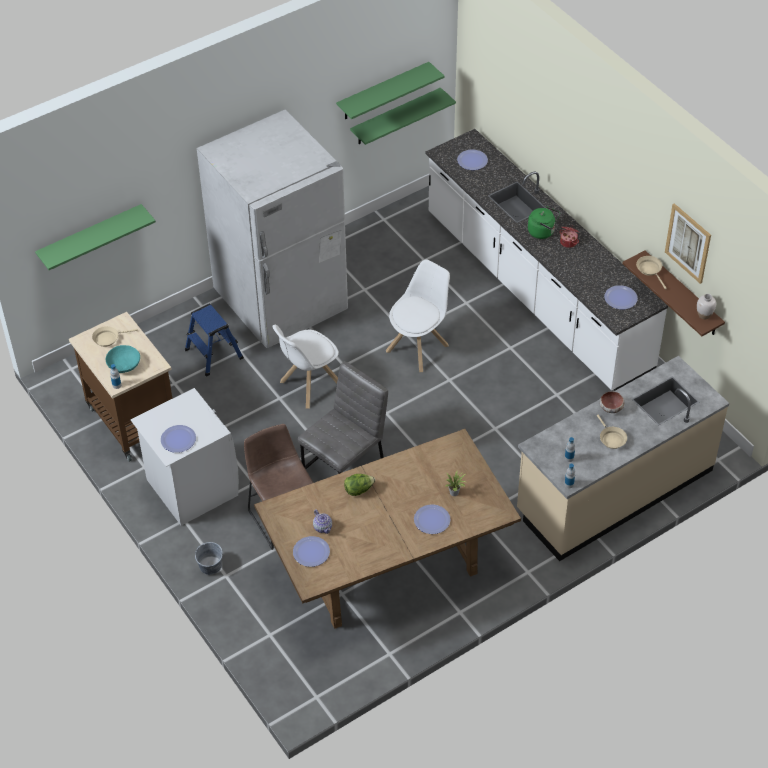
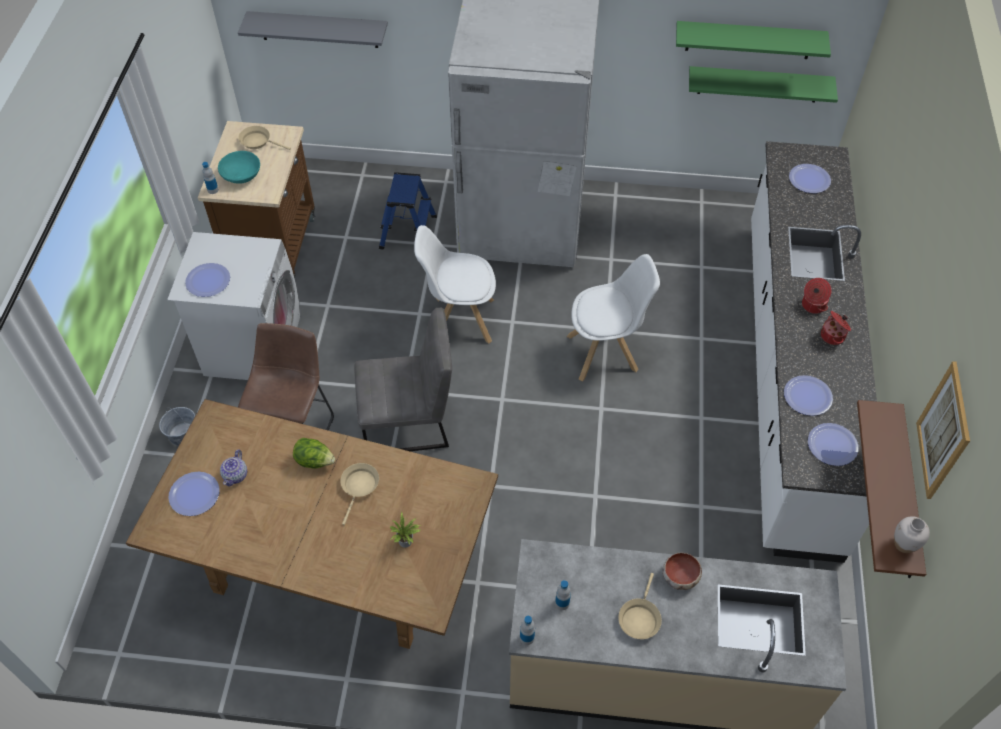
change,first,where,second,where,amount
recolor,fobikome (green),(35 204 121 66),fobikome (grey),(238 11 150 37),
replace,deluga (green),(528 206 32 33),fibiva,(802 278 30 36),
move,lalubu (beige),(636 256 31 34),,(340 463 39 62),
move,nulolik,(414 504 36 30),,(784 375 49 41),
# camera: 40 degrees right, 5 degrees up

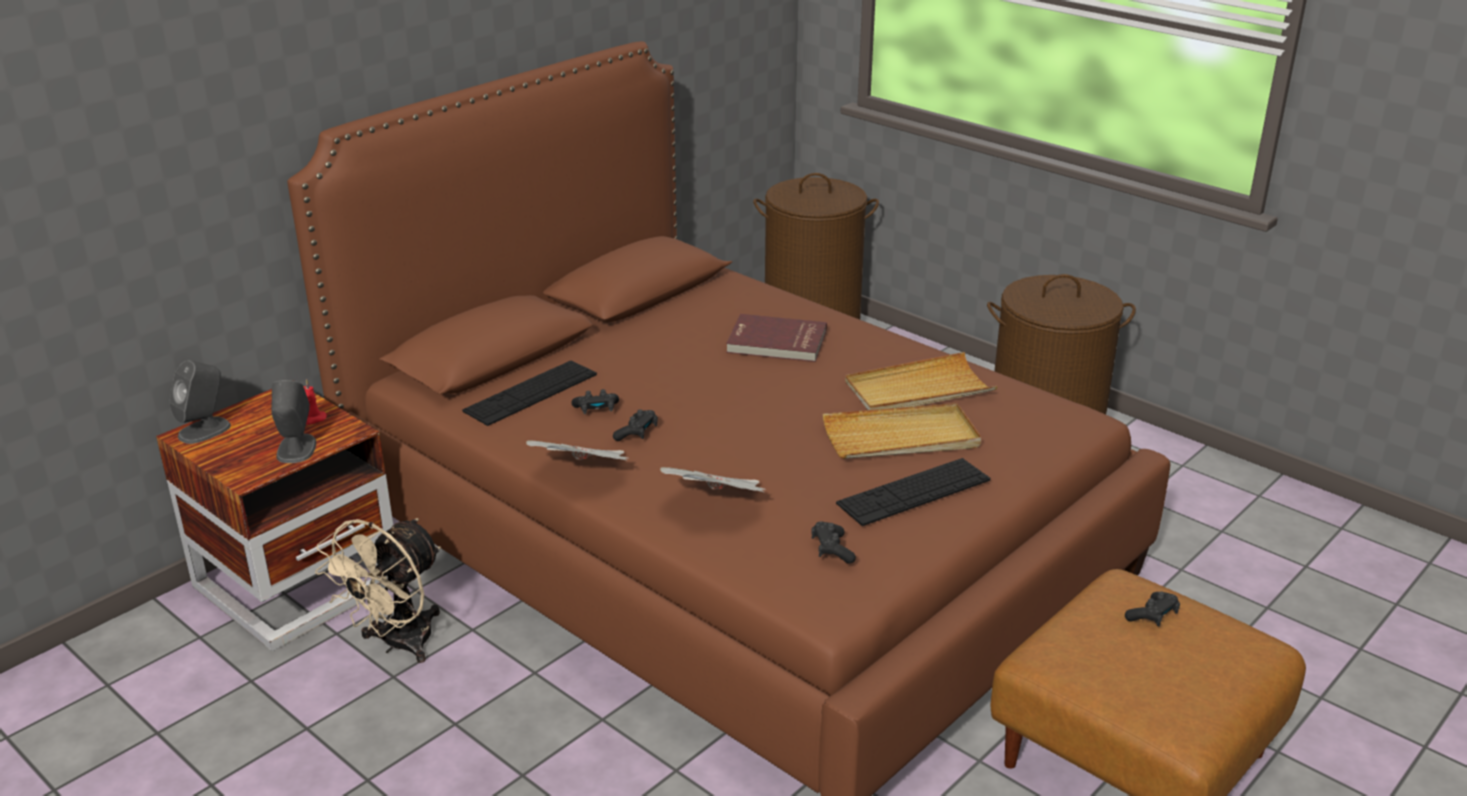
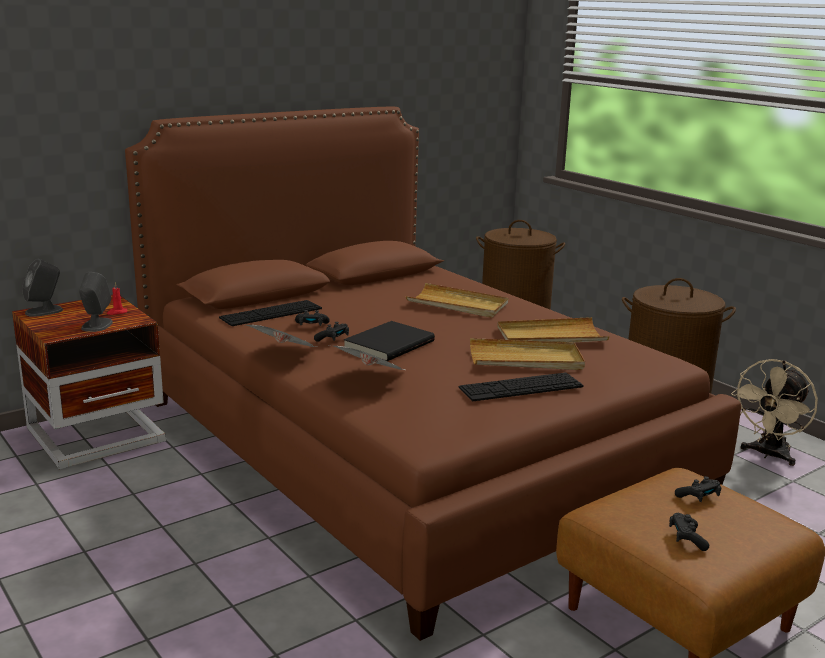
change,first,where,second,where,amount
replace,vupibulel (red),(726 314 101 48),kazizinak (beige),(406 283 102 35),
move,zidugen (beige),(315 518 126 145),,(731 359 87 107),
move,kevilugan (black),(811 521 45 43),,(669 513 40 38),
insert,,,vupibulel (black),(344 321 91 40),
# camera: 10 degrees right, 10 degrees down

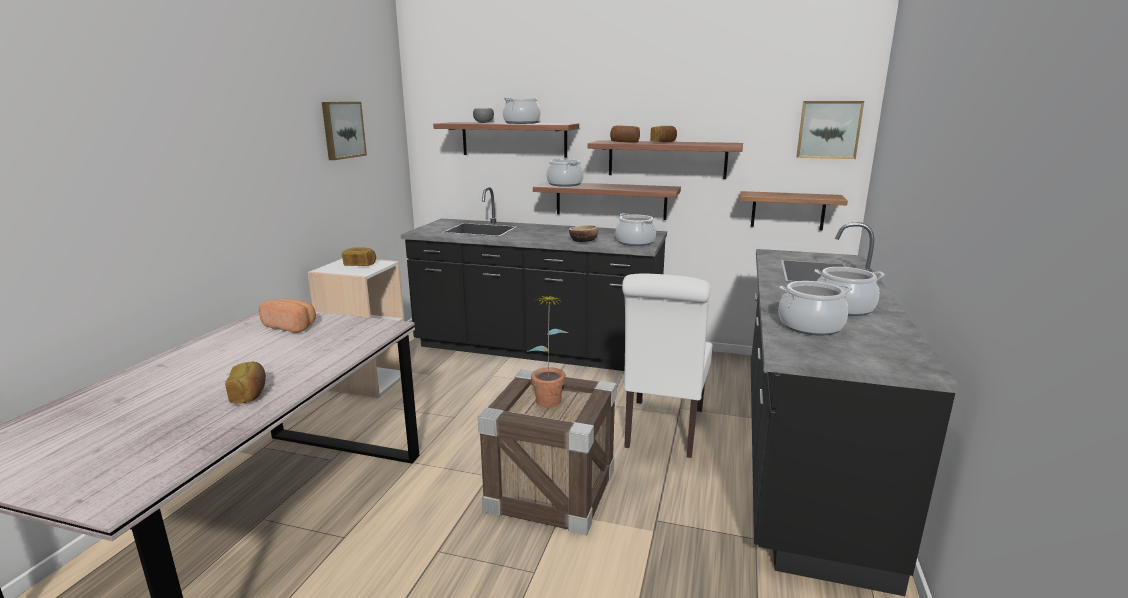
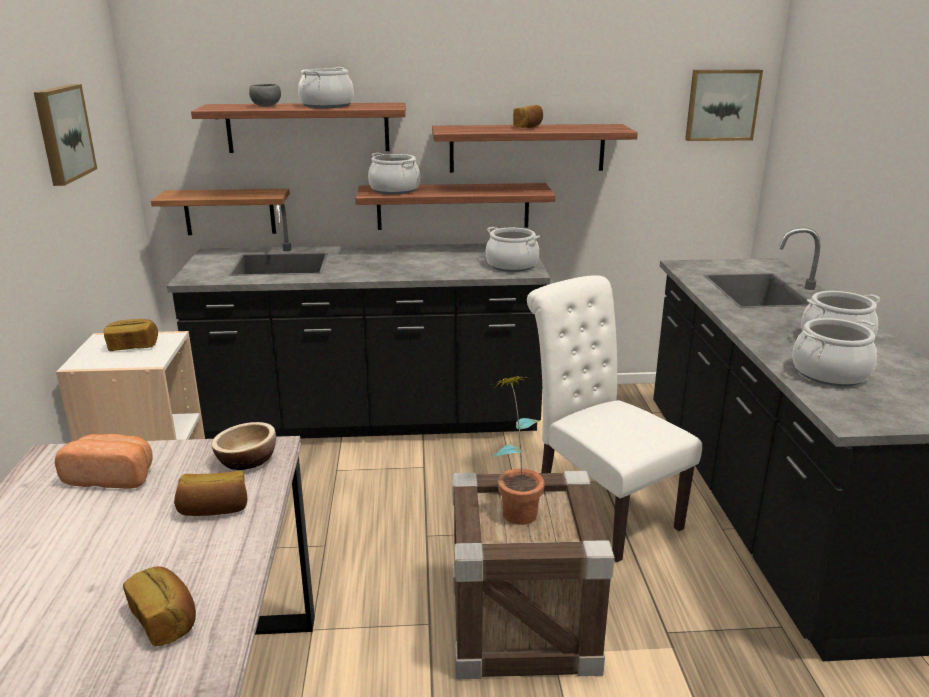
change,first,where,second,where,amount
move,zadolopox,(610 125 30 18),,(174 471 73 45),
move,fobikome,(740 191 108 39),,(151 189 139 46),
move,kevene,(569 225 30 17),,(212 422 64 48),
rotate,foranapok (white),(622 274 90 184),,(527 275 175 287),150 degrees clockwise
# camera: 20 degrees left, 5 degrees up

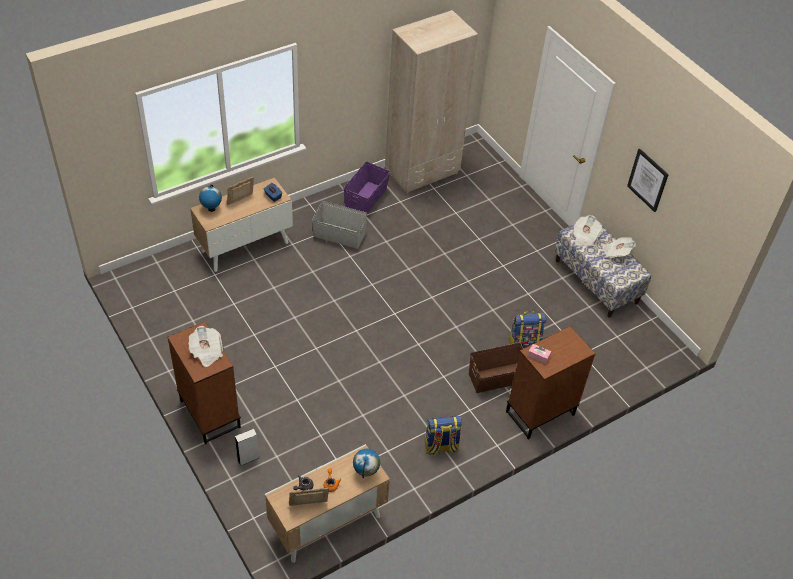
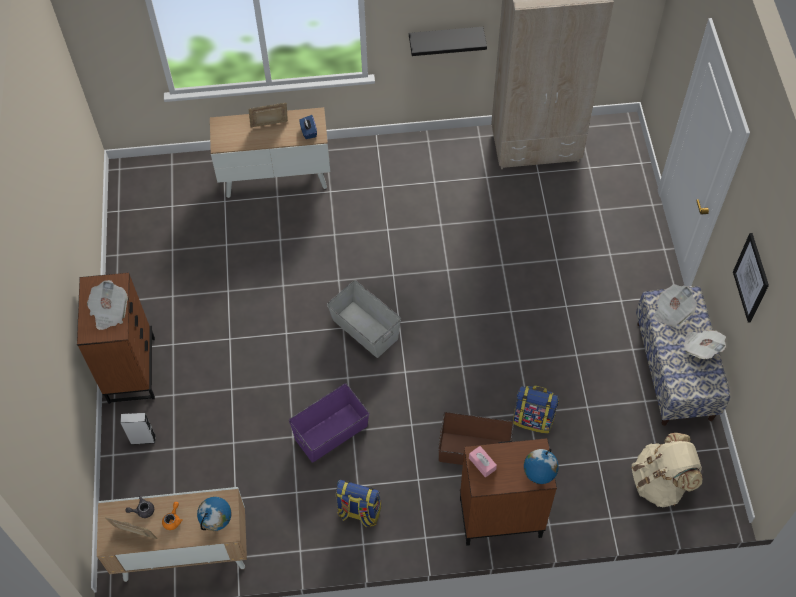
change,first,where,second,where,amount
move,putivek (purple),(343 161 48 52),,(289 383 80 80),
move,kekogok,(199 185 23 27),,(524 449 35 35),
move,putivek (grey),(312 201 55 48),,(327 280 74 78),
insert,,,fobikome (black),(409 27 78 29),
insert,,,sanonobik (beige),(632 433 70 74),
# camera: 30 degrees right, 10 degrees up

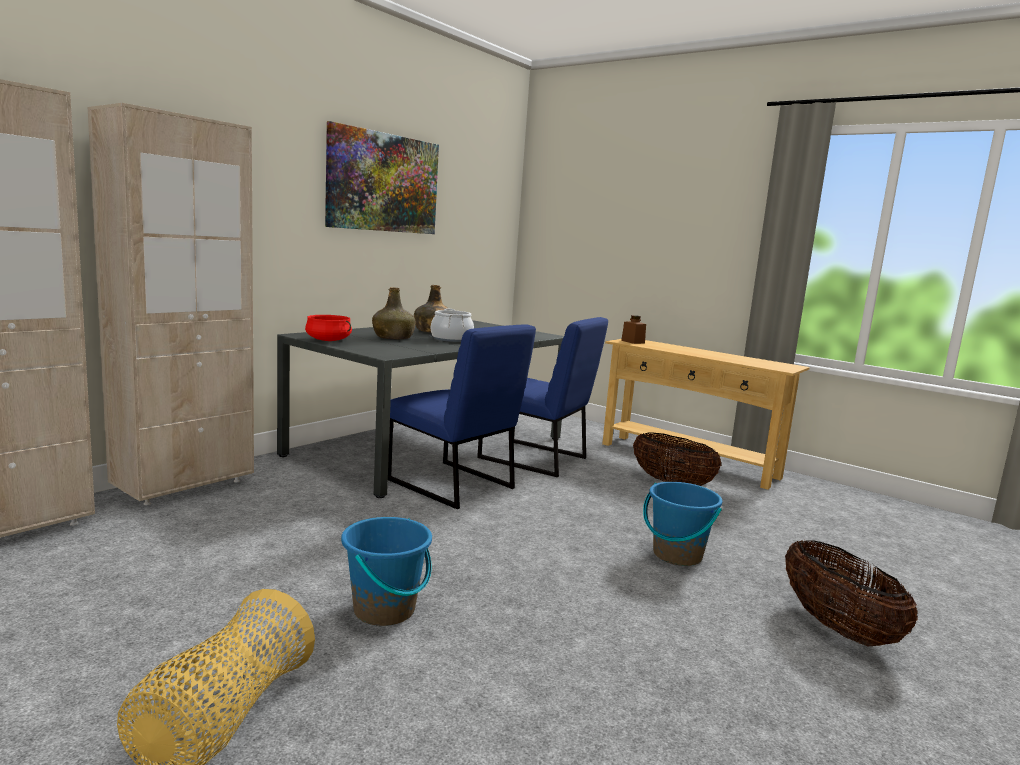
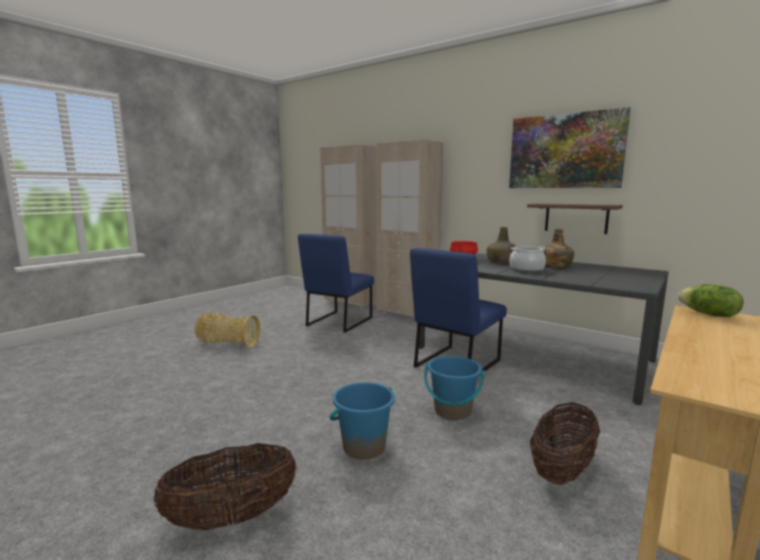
change,first,where,second,where,amount
replace,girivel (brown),(621 315 25 29),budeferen,(678 284 66 33),
move,foranapok (blue),(477 317 131 160),,(298 234 76 99),
move,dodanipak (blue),(341 517 91 109),,(424 356 61 64),
insert,,,fobikome,(527 203 96 31),
# camera: 90 degrees right, 0 degrees up

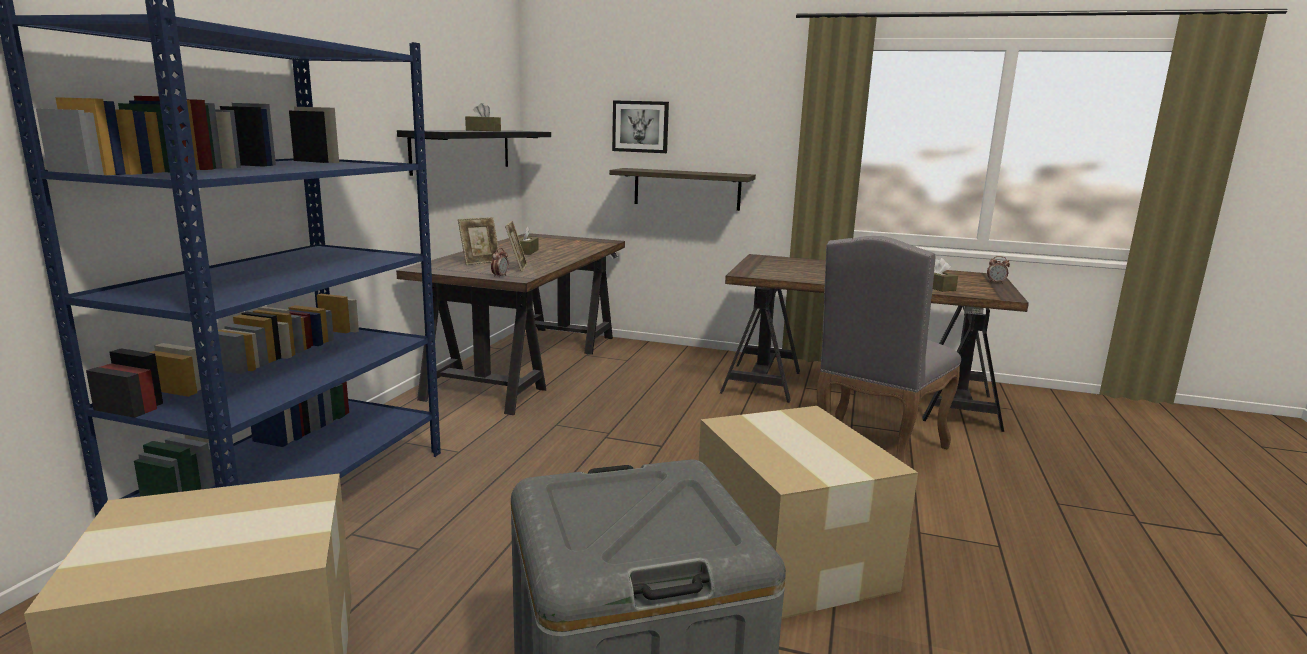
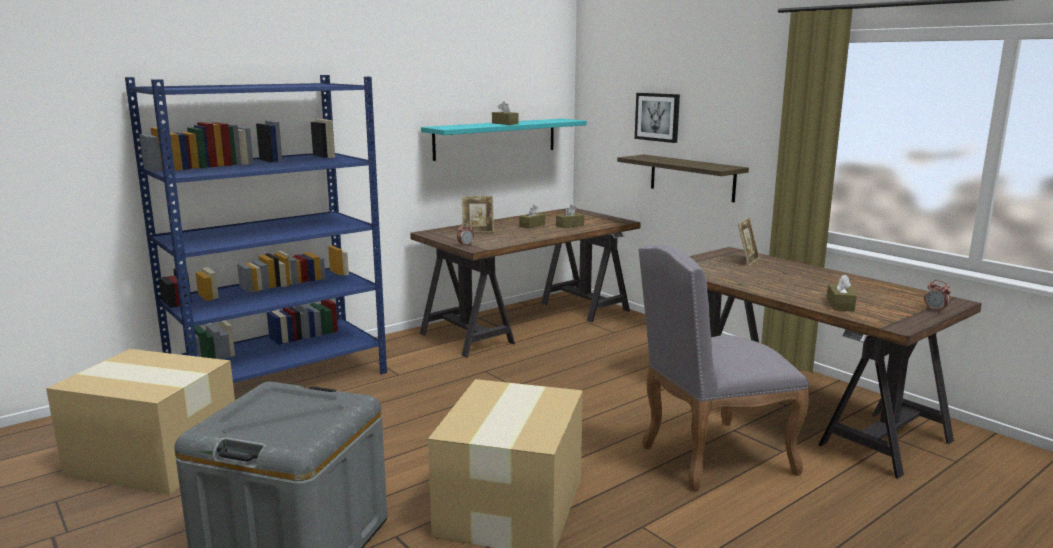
change,first,where,second,where,amount
recolor,fobikome (black),(397 130 154 46),fobikome (turquoise),(421 119 166 42),
move,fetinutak,(505 221 23 51),,(738 217 21 49),
insert,,,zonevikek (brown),(556 205 28 23),
# camera: 35 degrees right, 0 degrees up

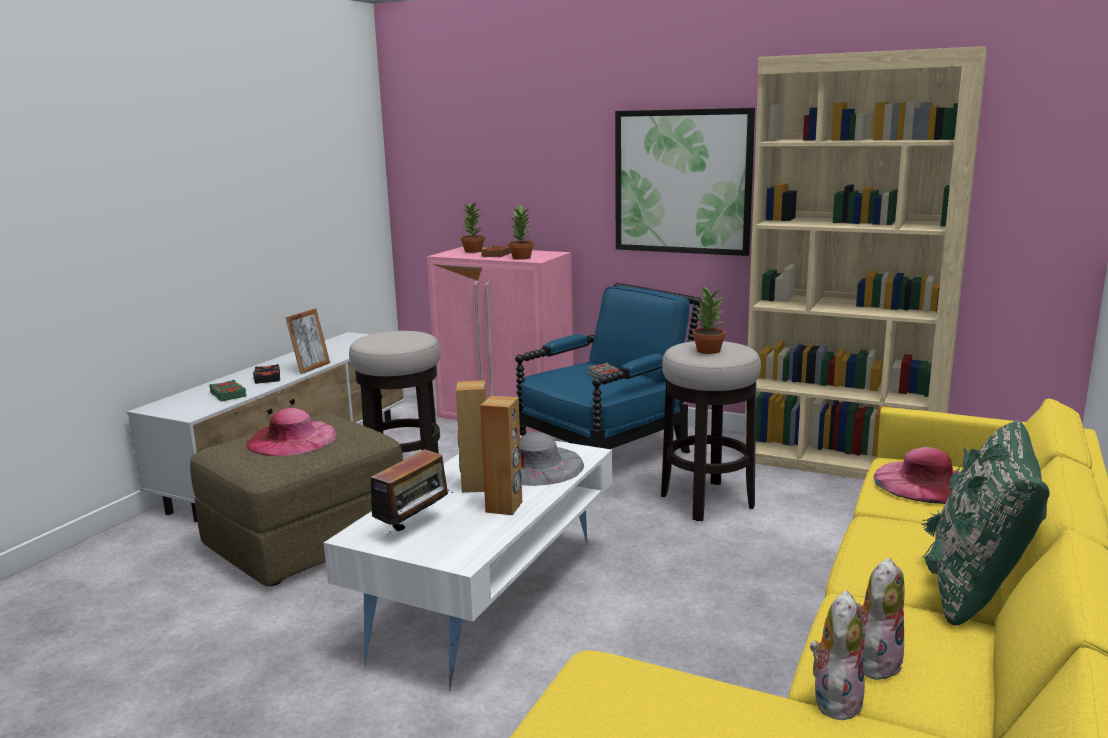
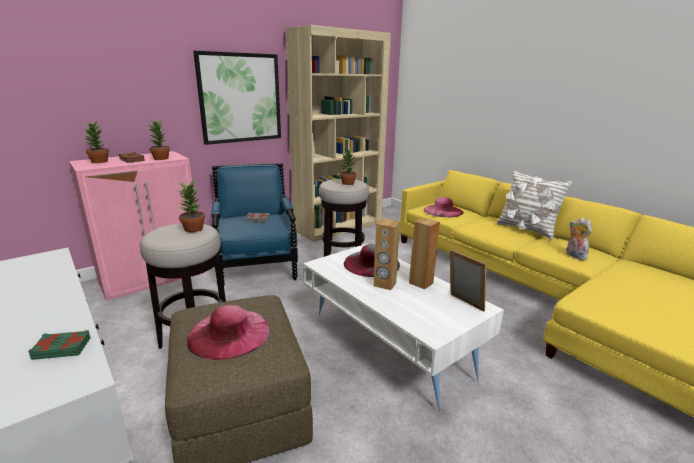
change,first,where,second,where,amount
move,fetinutak,(285 308 45 66),,(450 250 36 62),
delete,vupibulel (black),(253 364 27 20),,,
recolor,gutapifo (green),(921 421 129 205),gutapifo (white),(497 171 75 69),
delete,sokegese,(361 449 92 86),,,
delete,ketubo,(810 590 55 131),,,
insert,,,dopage,(178 180 27 52),
# camera: 65 degrees left, 5 degrees up

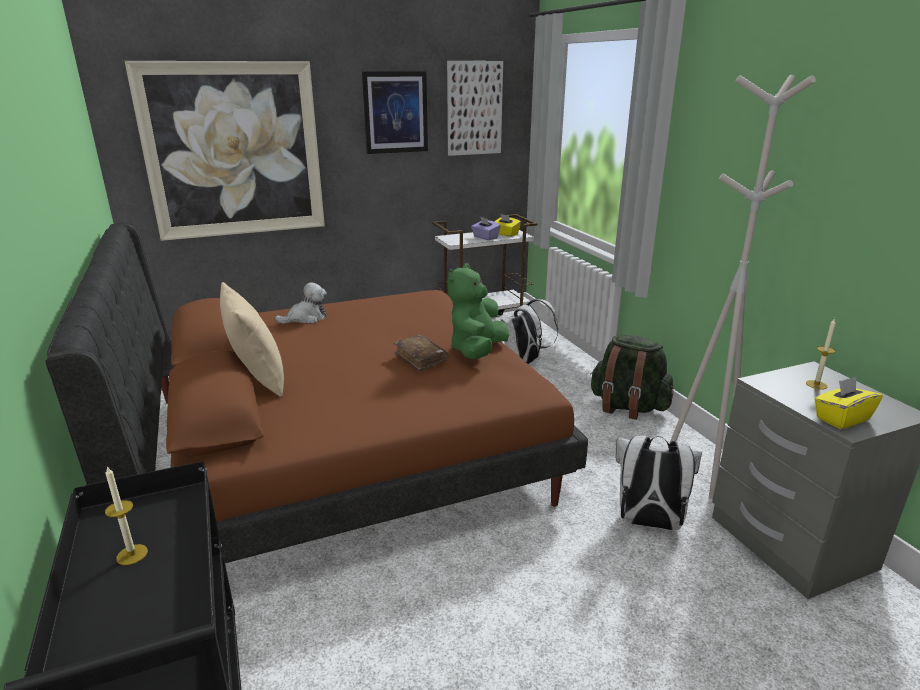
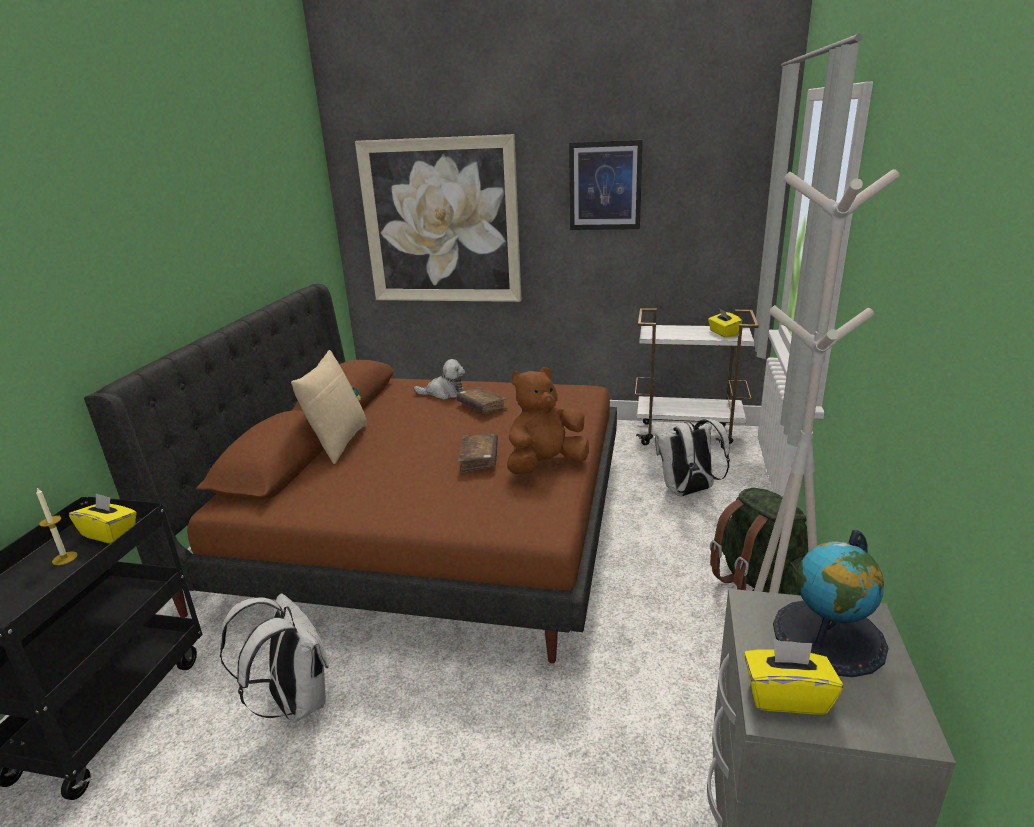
change,first,where,second,where,amount
delete,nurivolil,(447 61 56 95),,,
delete,zonevikek (purple),(471 217 30 23),,,
recolor,ketubo (green),(447 264 62 95),ketubo (brown),(507 367 82 107),
replace,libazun,(806 318 30 72),kekogok,(773 530 116 147),
move,sanonobik (white),(616 436 86 94),,(220 593 109 130),
insert,,,vupibulel (brown),(456 387 51 27),
insert,,,zonevikek (yellow),(69 493 68 50),
# camera: 35 degrees right, 0 degrees up

